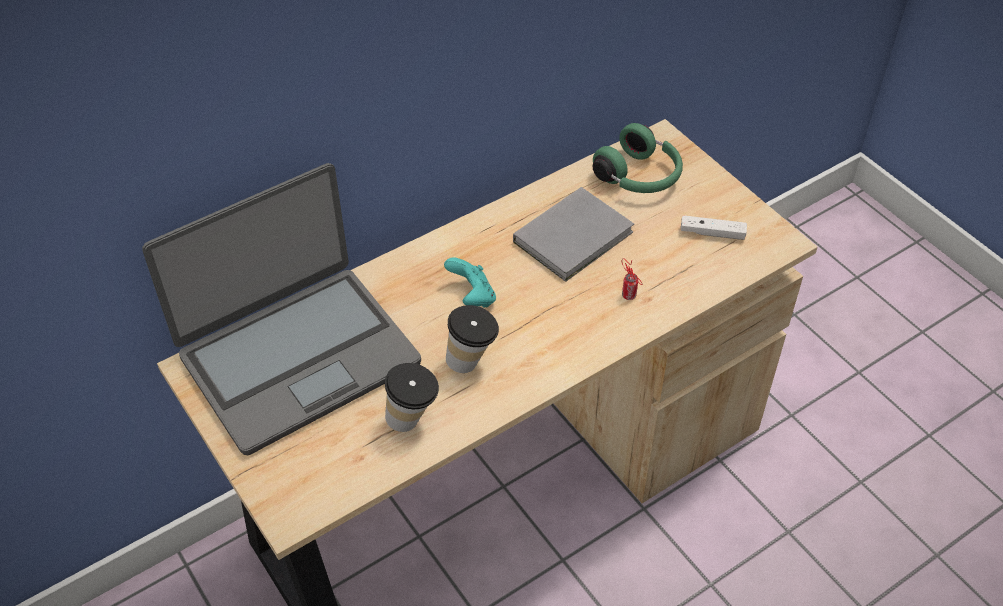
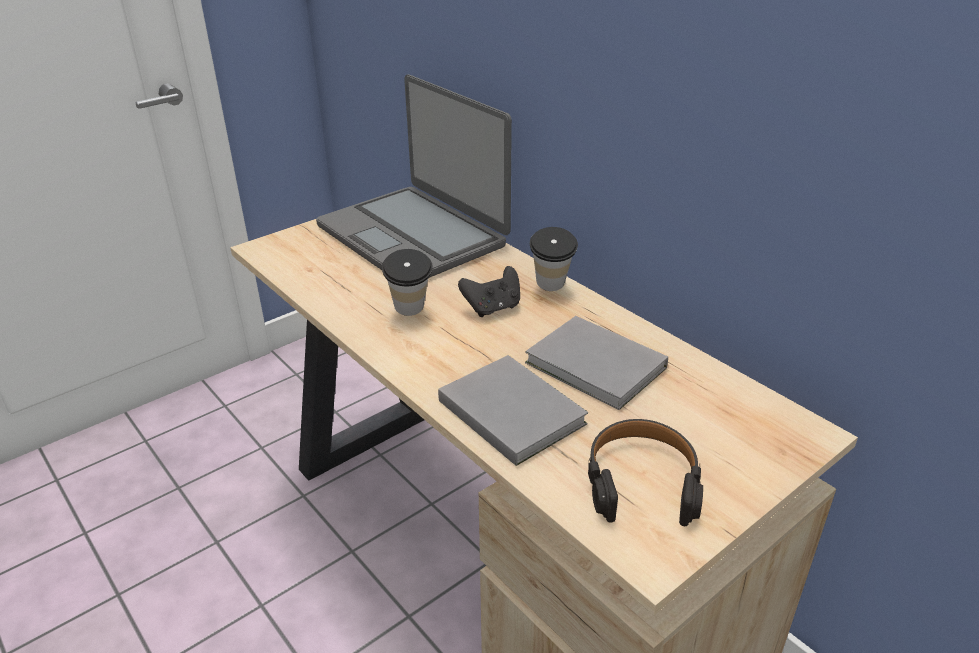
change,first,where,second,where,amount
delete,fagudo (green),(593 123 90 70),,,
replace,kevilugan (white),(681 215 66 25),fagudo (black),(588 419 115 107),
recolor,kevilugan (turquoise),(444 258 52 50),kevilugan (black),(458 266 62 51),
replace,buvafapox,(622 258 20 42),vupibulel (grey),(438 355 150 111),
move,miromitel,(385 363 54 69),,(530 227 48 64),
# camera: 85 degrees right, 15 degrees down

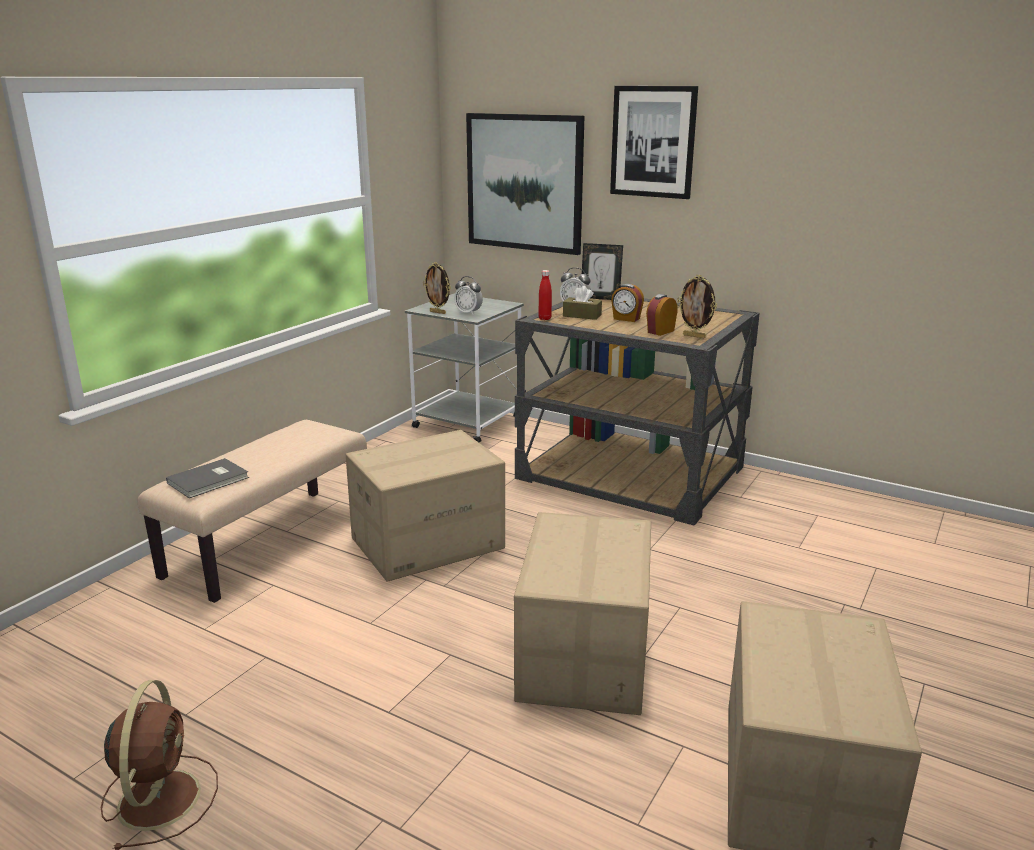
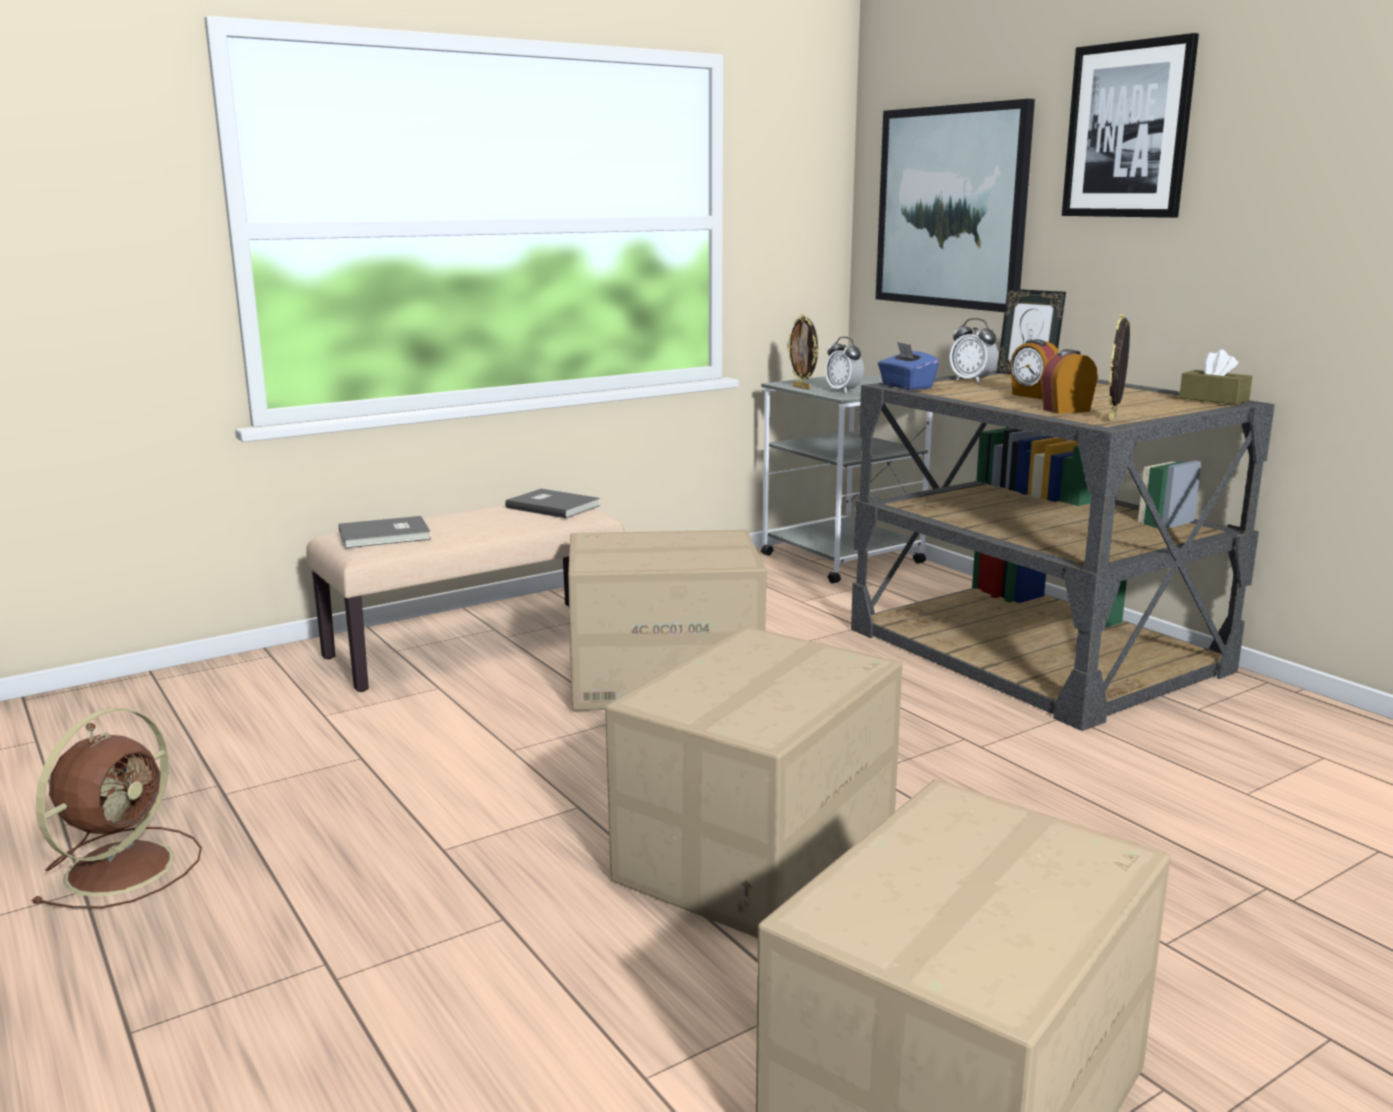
change,first,where,second,where,amount
replace,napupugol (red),(538 270 14 50),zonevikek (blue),(878 342 61 48),
rotate,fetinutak,(677 275 40 63),,(1108 314 22 107),60 degrees clockwise
move,zonevikek (brown),(563 286 39 34),,(1179 349 73 56),
insert,,,vupibulel (grey),(505 489 95 29),
# camera: 25 degrees right, 5 degrees down

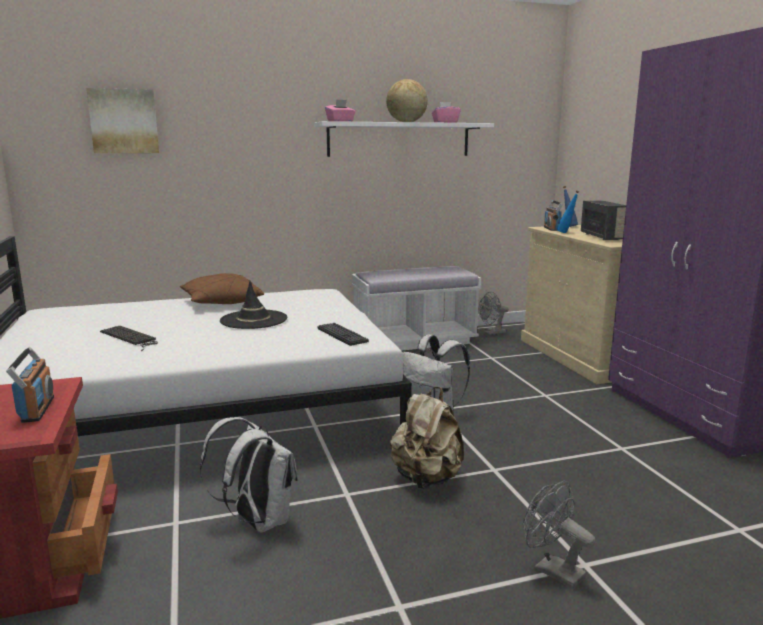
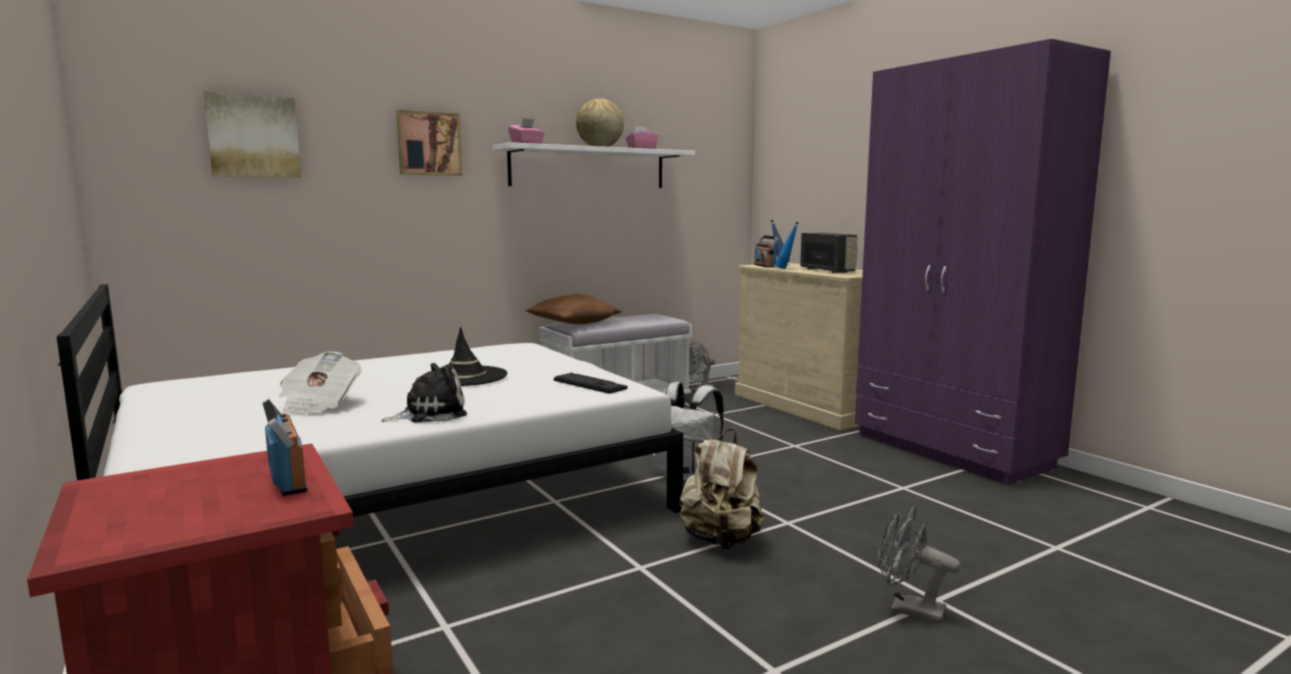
change,first,where,second,where,amount
move,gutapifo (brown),(180 273 84 31),,(525 294 97 30),
replace,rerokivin,(100 326 58 25),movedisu,(279 351 82 65),
delete,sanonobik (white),(200 417 98 116),,,
insert,,,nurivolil,(396 110 67 66),
insert,,,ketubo,(381 363 86 59),
# camera: 15 degrees left, 5 degrees down

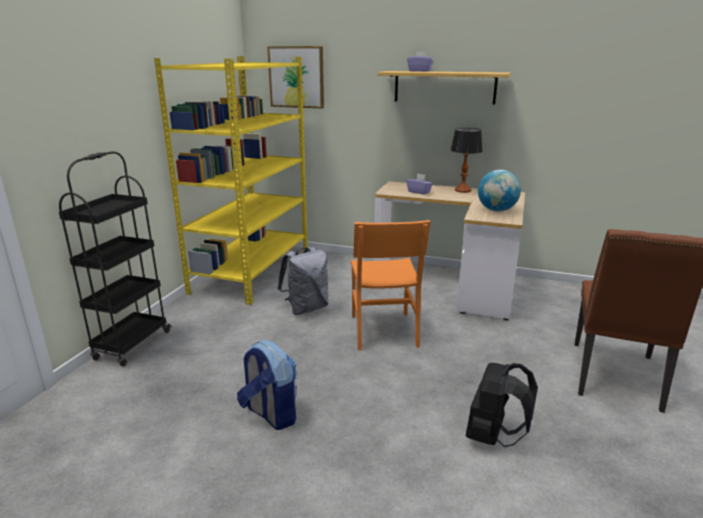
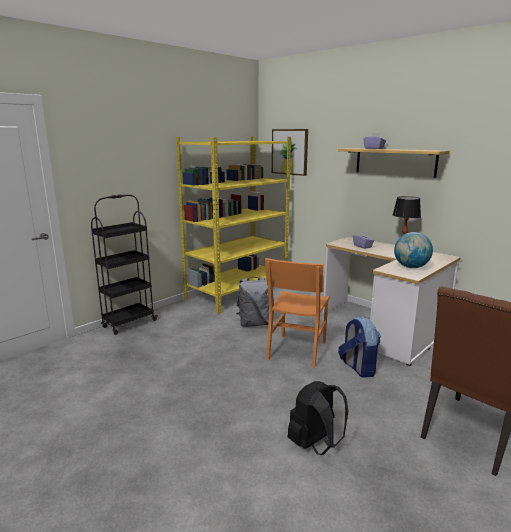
change,first,where,second,where,amount
move,sanonobik,(237 340 60 90),,(338 316 43 62),
# camera: 25 degrees right, 5 degrees down

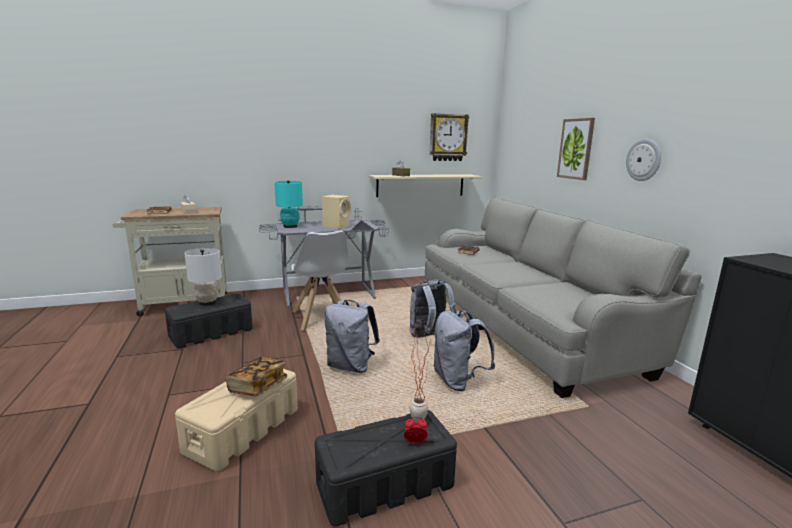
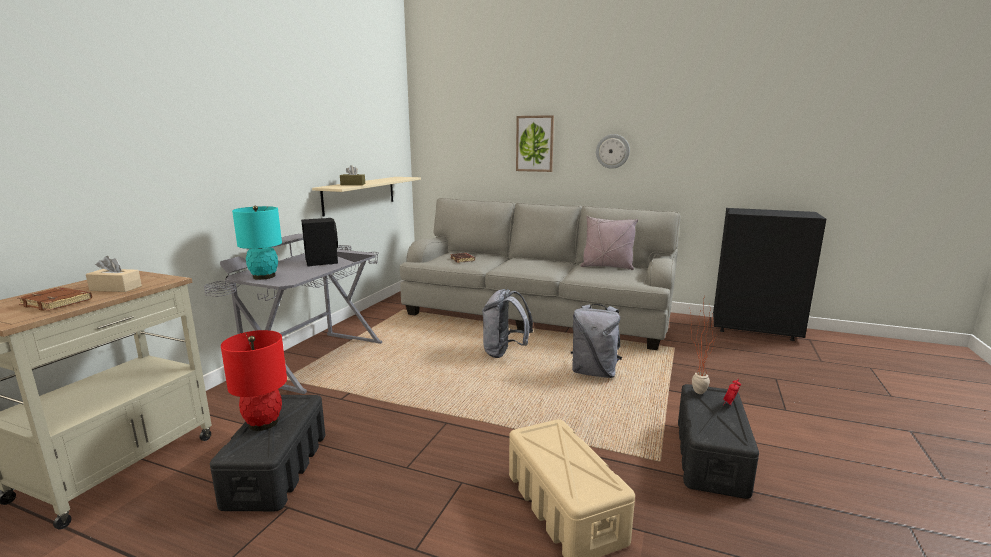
change,first,where,second,where,amount
delete,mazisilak,(429 113 41 48),,,
recolor,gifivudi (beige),(322 195 29 34),gifivudi (black),(301 218 37 48),
delete,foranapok,(291 230 58 101),,,
recolor,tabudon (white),(185 248 37 58),tabudon (red),(221 330 66 101),
delete,sanonobik (grey),(324 300 56 73),,,
delete,vupibulel,(226 357 61 39),,,
insert,,,gutapifo (purple),(581 216 57 54),
# camera: 50 degrees left, 0 degrees up

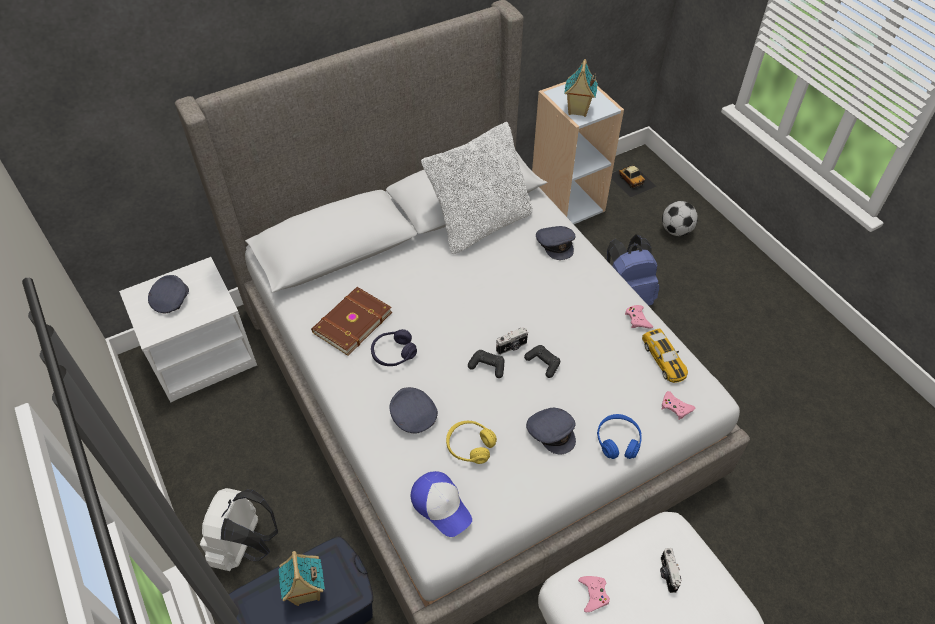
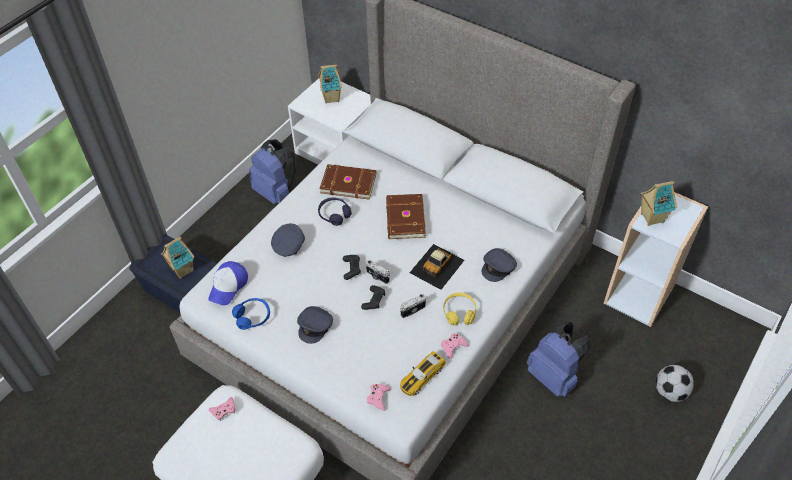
change,first,where,second,where,amount
delete,gutapifo (white),(421 122 112 132),,,
move,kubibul,(611 165 45 32),,(410 244 54 46),
replace,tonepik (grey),(148 275 41 39),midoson,(318 64 24 40),
move,fagudo (blue),(597 414 45 45),,(232 298 38 32),
move,fagudo (yellow),(446 421 51 43),,(443 292 33 34),
delete,sanonobik (white),(200 488 78 83),,,
move,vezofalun,(660 548 21 45),,(400 294 26 24),
insert,,,sanonobik (blue),(249 139 47 66),
insert,,,vupibulel (brown),(386 194 40 45),
# camera: 65 degrees right, 0 degrees up

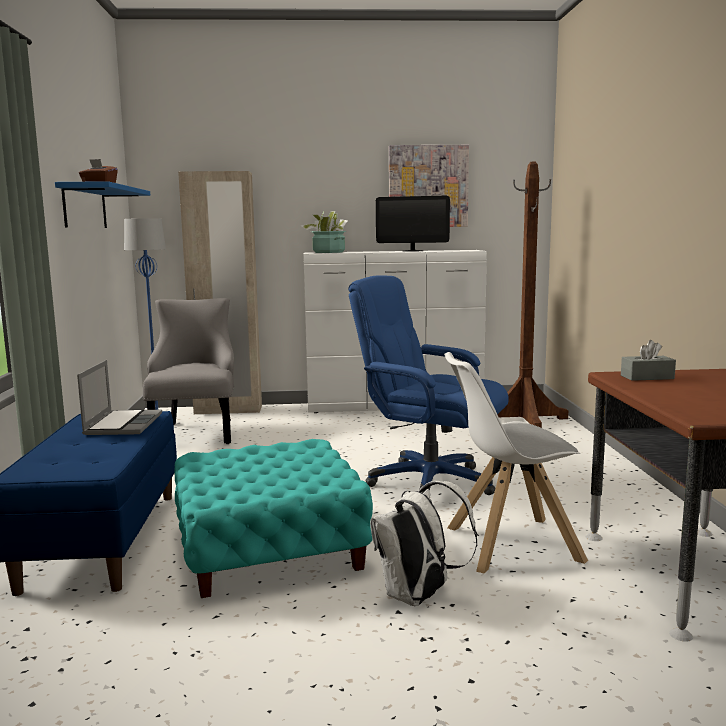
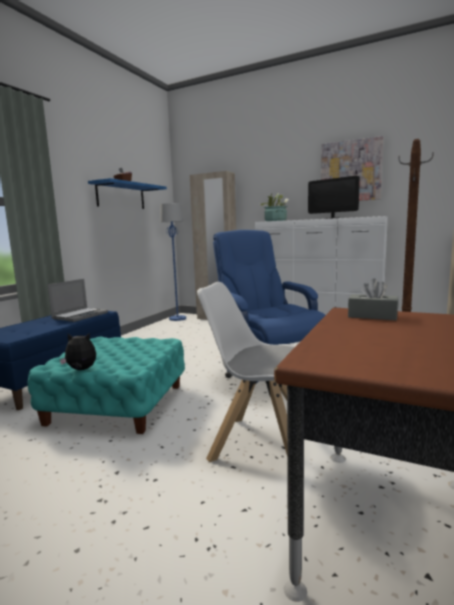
change,first,where,second,where,amount
delete,foranapok (grey),(143 298 91 146),,,
delete,sanonobik (white),(370 481 107 125),,,
insert,,,ketubo,(60 333 36 37),
# camera: 30 degrees right, 0 degrees up

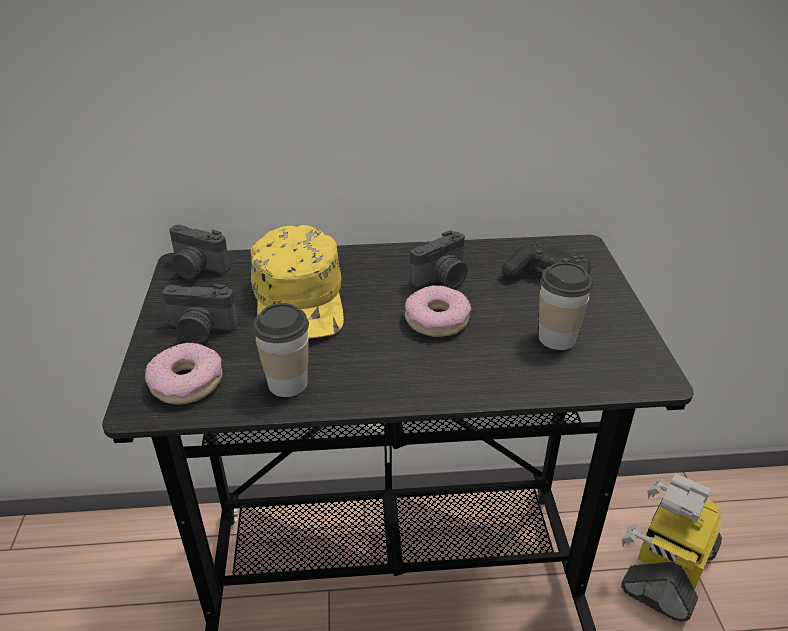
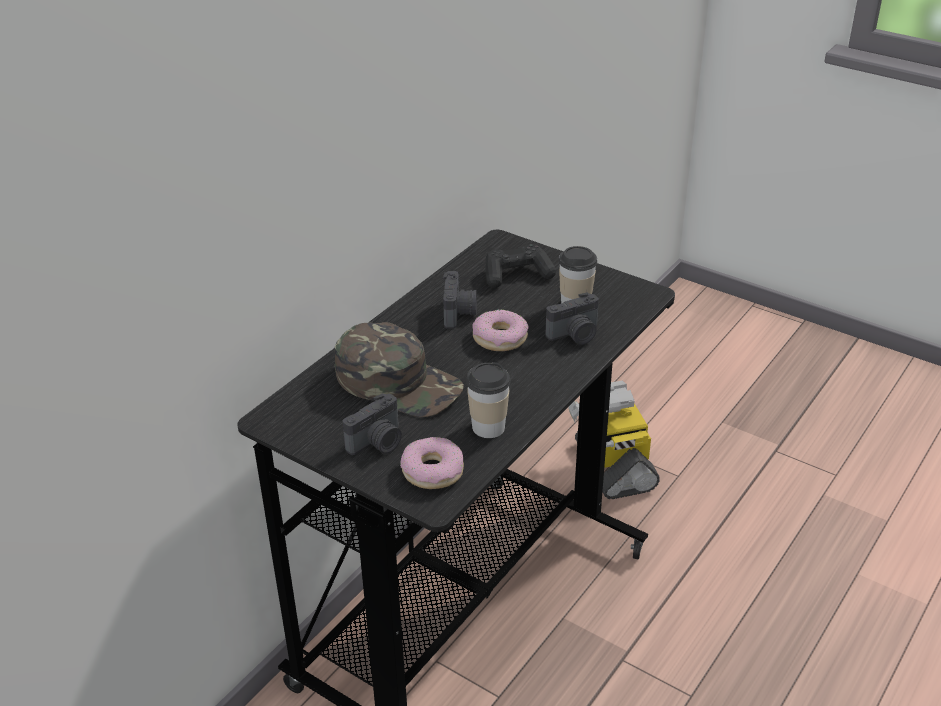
change,first,where,second,where,amount
move,vezofalun,(169 225 61 55),,(545 292 54 53),
recolor,tonepik (yellow),(251 225 93 114),tonepik (green),(335 322 129 95),
# camera: 50 degrees left, 0 degrees up

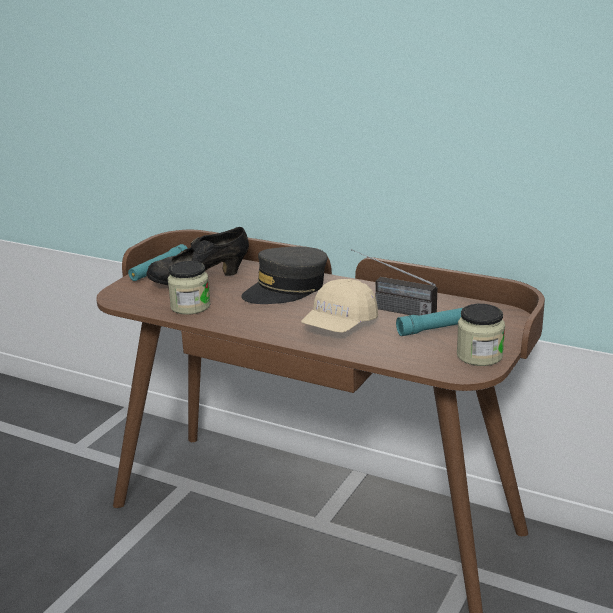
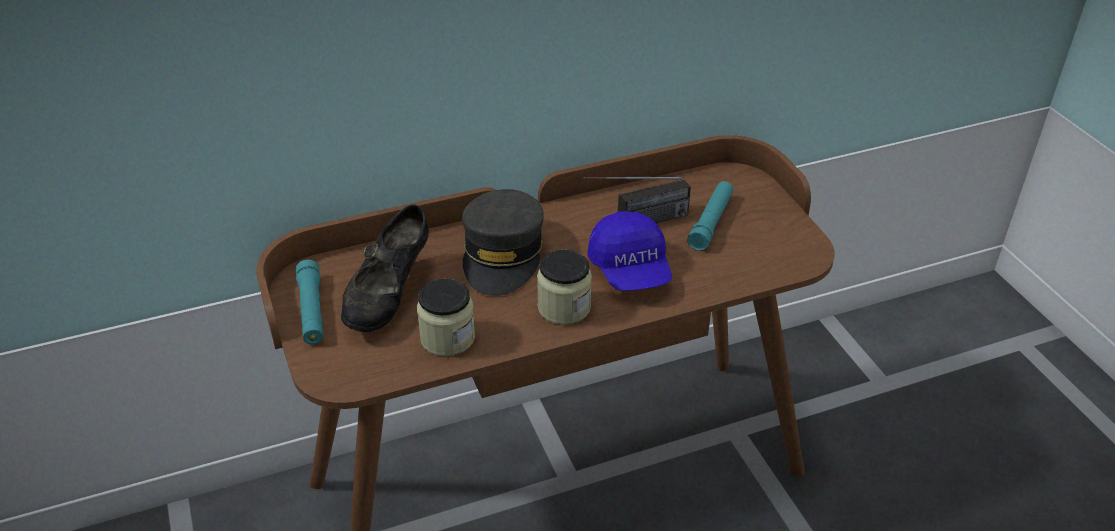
change,first,where,second,where,amount
recolor,tonepik (beige),(301 279 77 54),tonepik (blue),(587 211 85 80),
move,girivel,(457 304 48 62),,(537 250 55 75),
# camera: 50 degrees left, 15 degrees up

